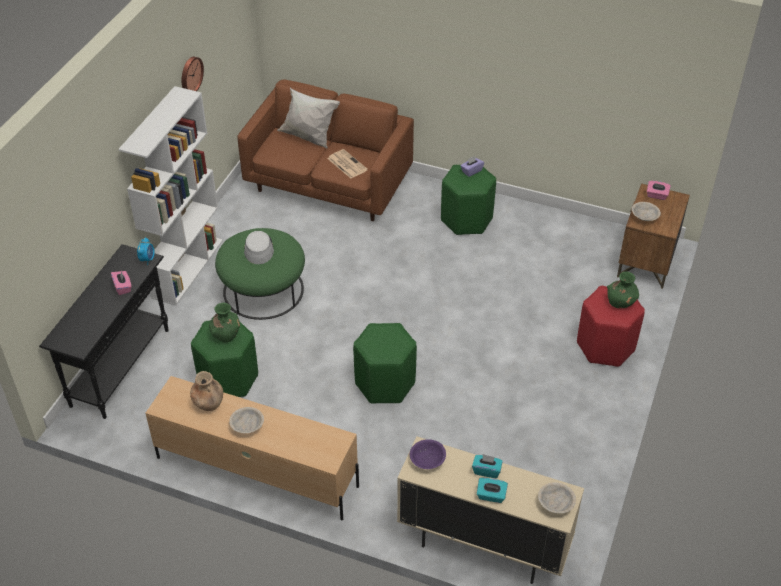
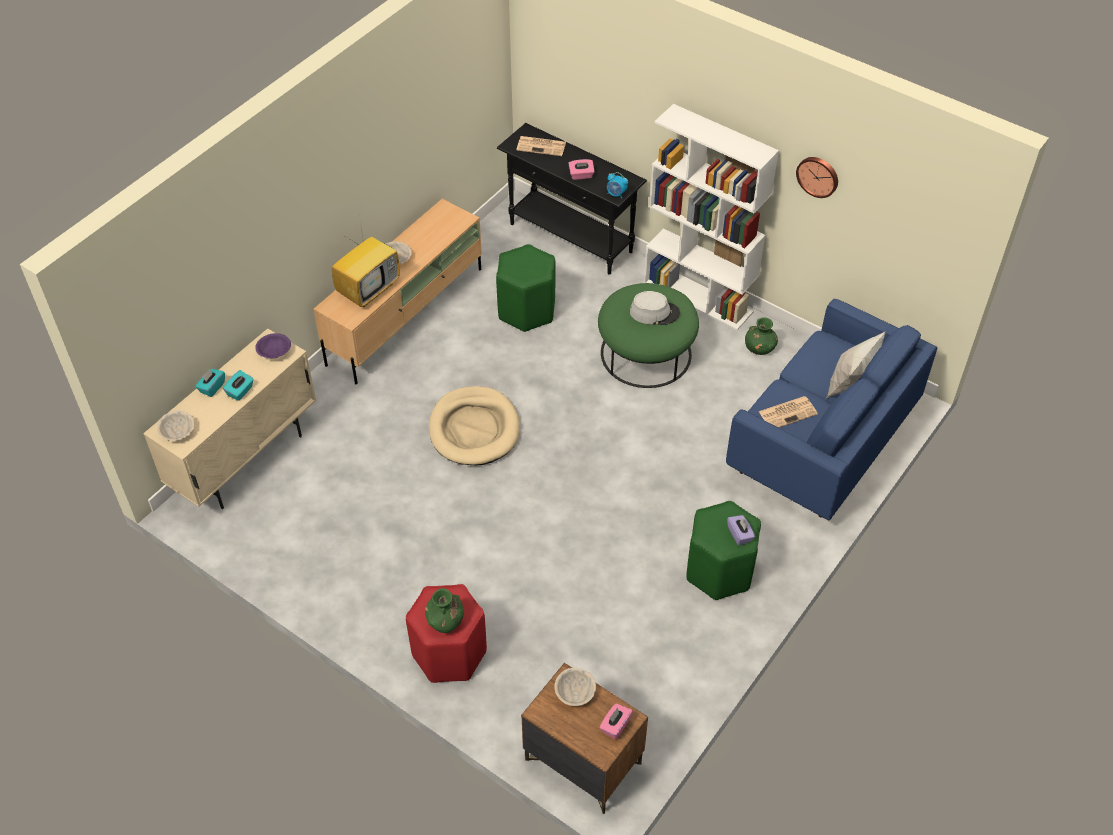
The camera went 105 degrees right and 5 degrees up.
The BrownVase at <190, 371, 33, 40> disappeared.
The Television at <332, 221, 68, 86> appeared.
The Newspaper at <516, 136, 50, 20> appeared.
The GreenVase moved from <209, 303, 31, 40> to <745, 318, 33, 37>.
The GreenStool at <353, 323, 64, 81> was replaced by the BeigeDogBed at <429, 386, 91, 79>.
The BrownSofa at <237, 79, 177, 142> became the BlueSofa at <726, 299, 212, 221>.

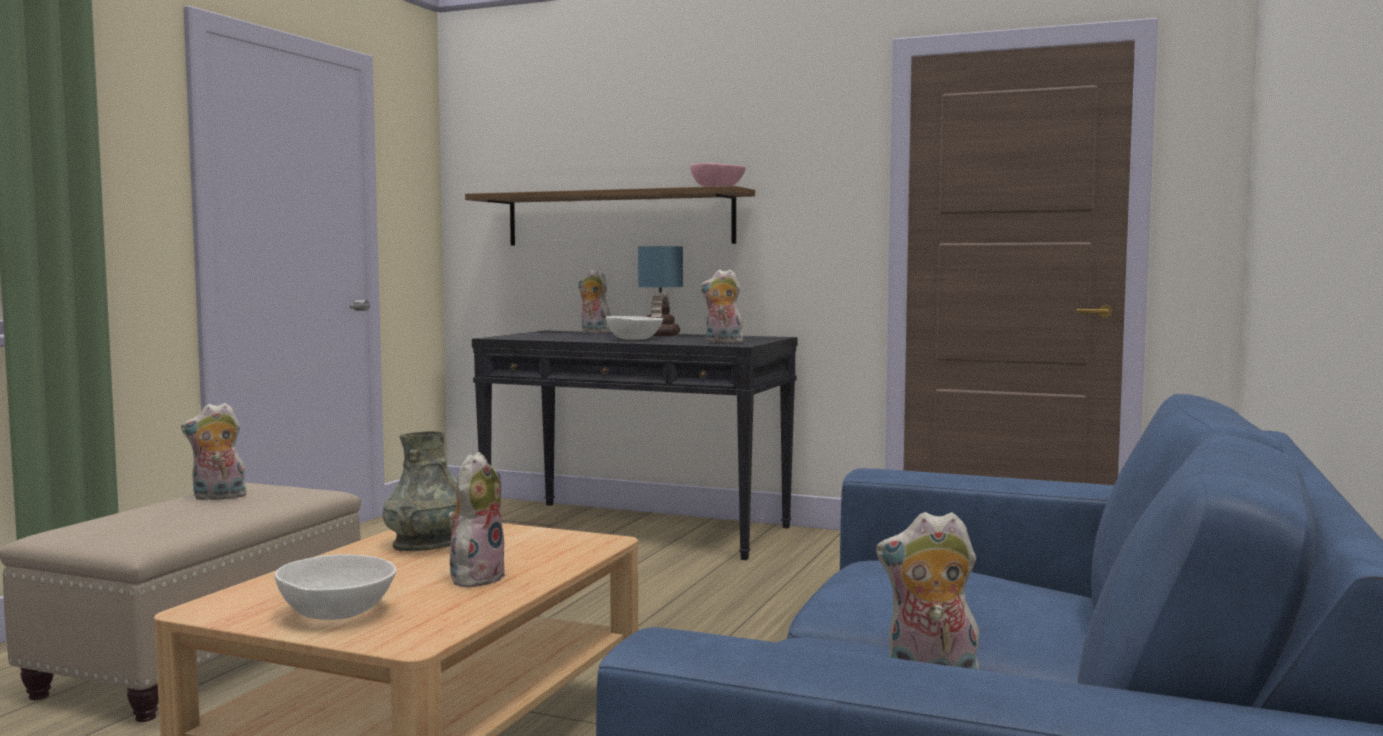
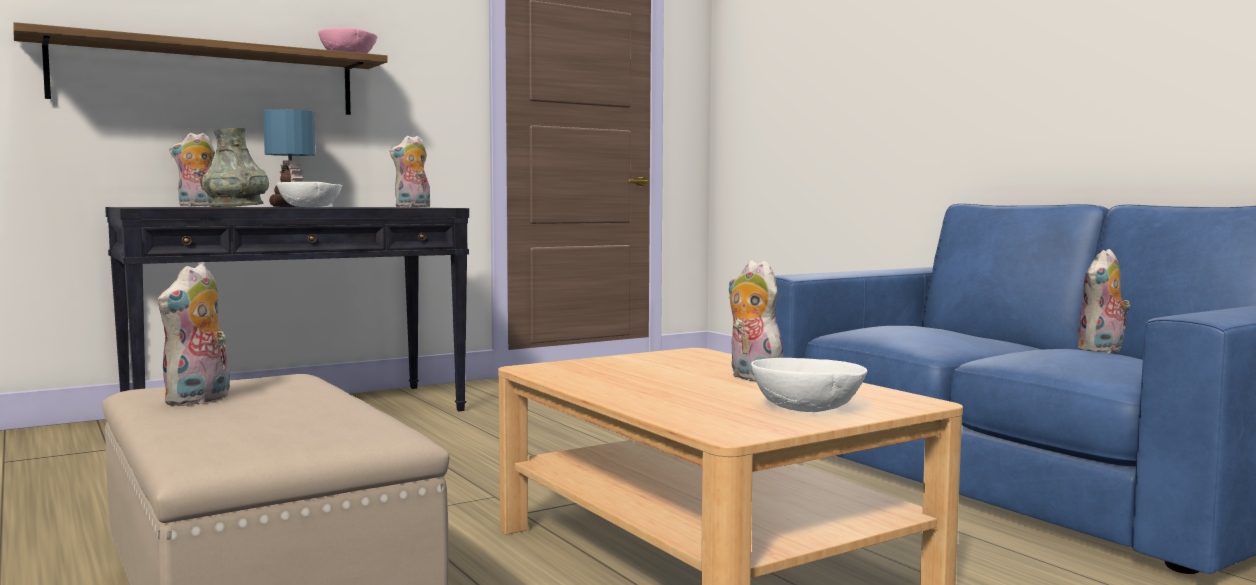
The camera went 55 degrees left and 0 degrees up.
The GreyVase moved from <382, 431, 75, 120> to <202, 128, 67, 79>.

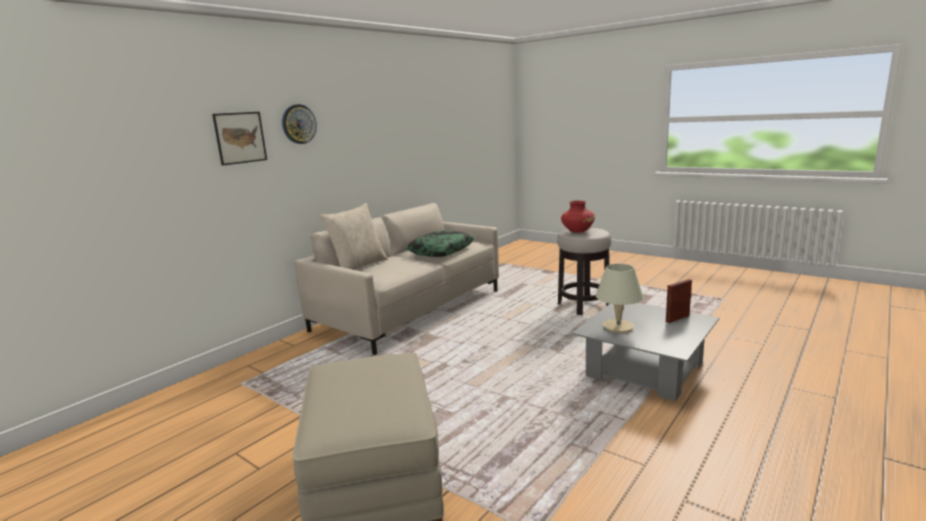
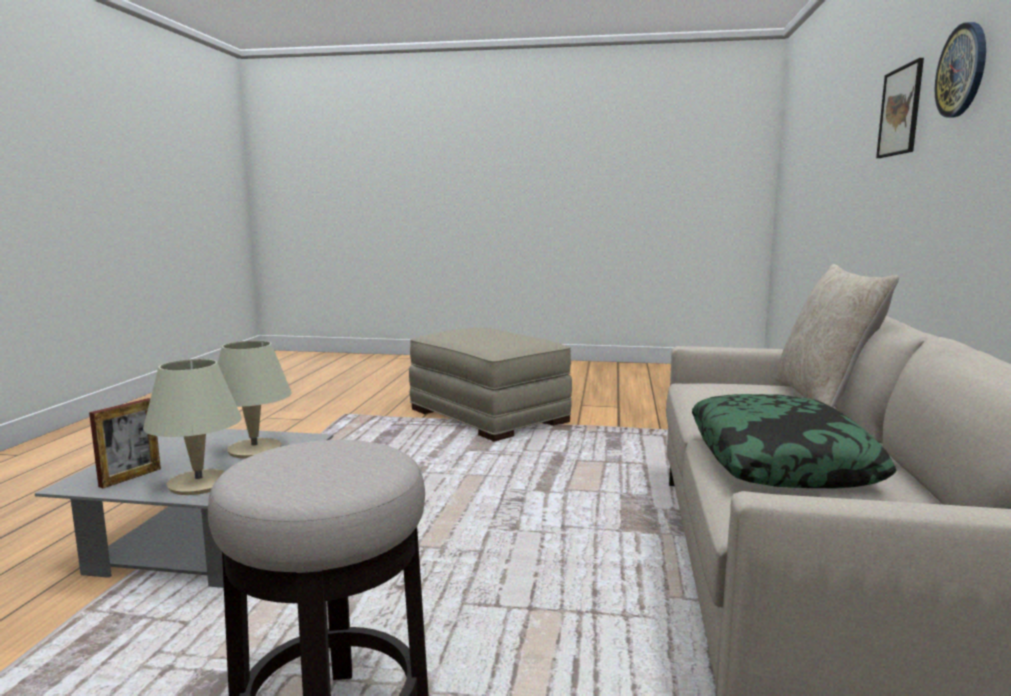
The camera went 150 degrees right and 5 degrees down.
The RedVase at <561, 200, 34, 33> disappeared.
The BeigeTableLamp at <143, 359, 99, 136> appeared.

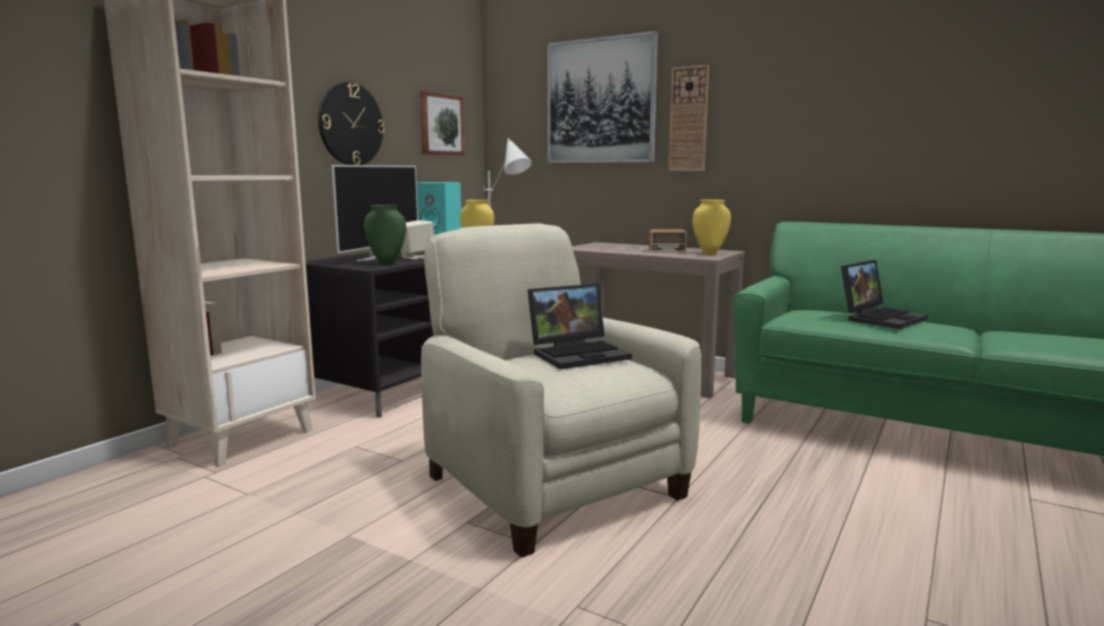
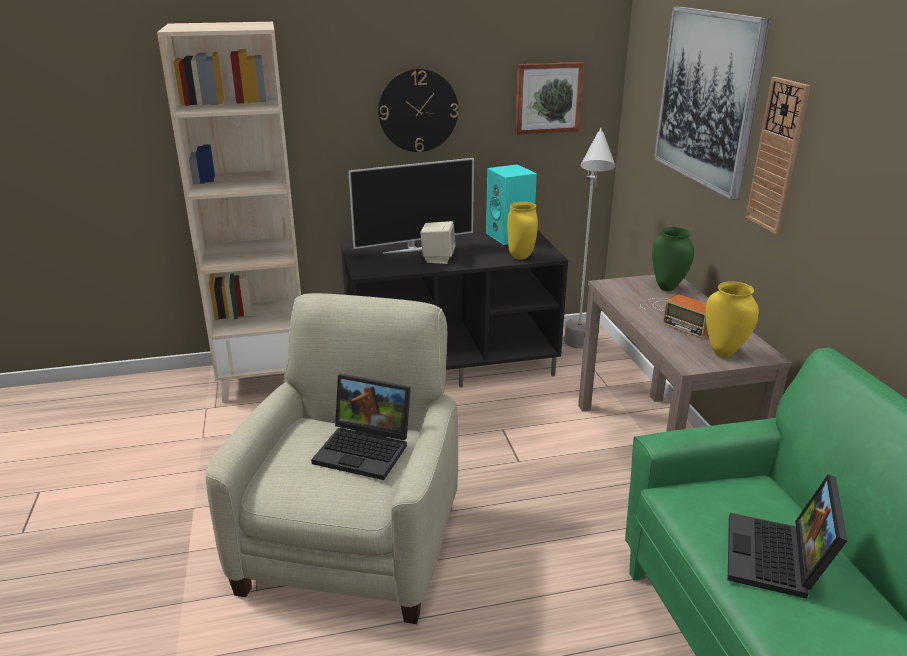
The camera went 45 degrees right and 15 degrees up.
The GreenVase moved from <364, 205, 42, 60> to <652, 227, 42, 64>.
The Laptop at <841, 260, 87, 69> turned 105 degrees clockwise.

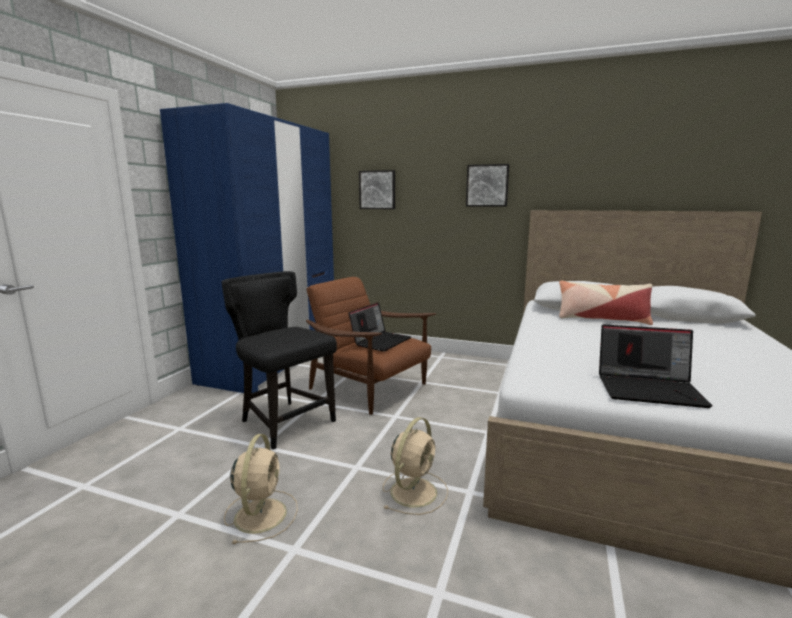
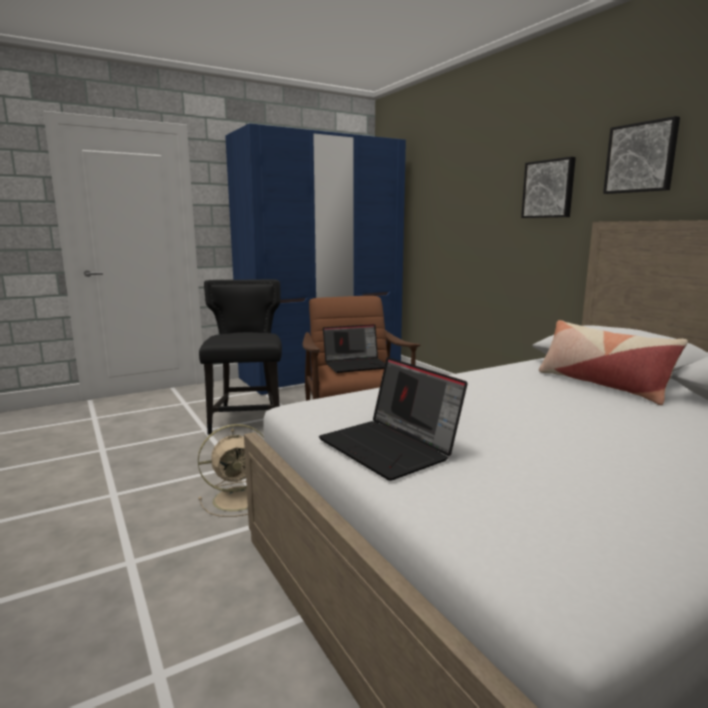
The camera went 40 degrees right and 0 degrees up.
The BeigeFan at <224, 434, 74, 110> disappeared.
The Picture moved from <359, 170, 36, 39> to <603, 116, 77, 78>.

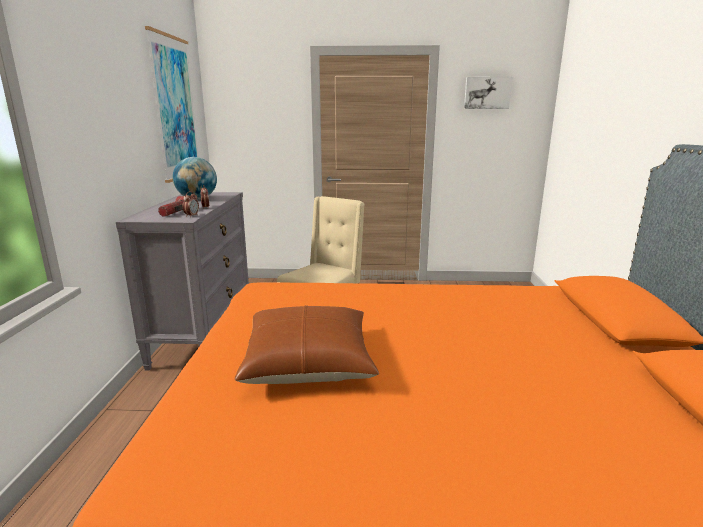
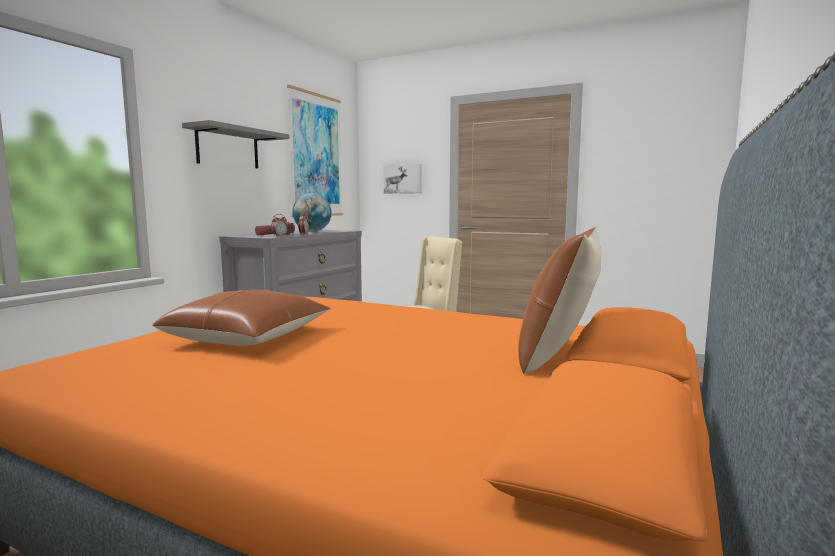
The camera went 25 degrees right and 10 degrees down.
The GreyShelf at <182, 120, 108, 49> appeared.
The BrownPillow at <518, 227, 83, 147> appeared.
The Picture moved from <464, 77, 48, 32> to <383, 164, 38, 30>.

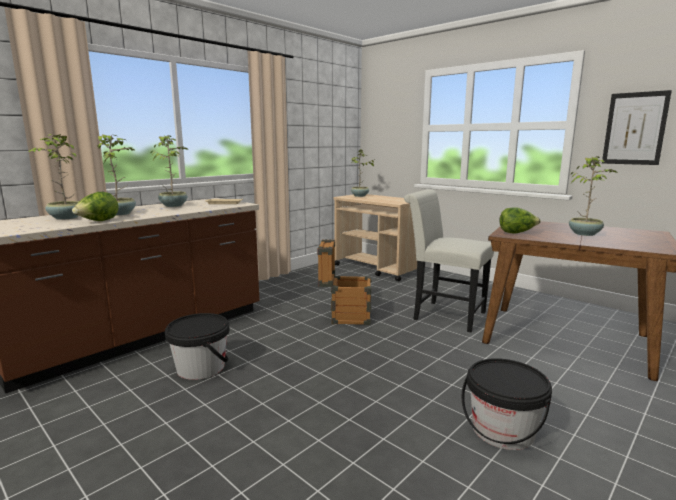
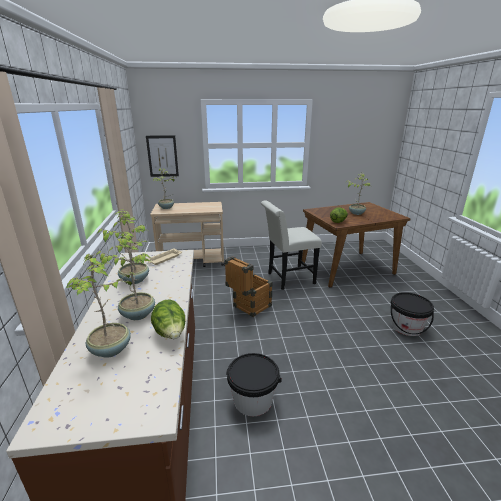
The camera went 50 degrees left and 10 degrees up.
The Picture moved from <602, 90, 70, 75> to <146, 135, 33, 42>.

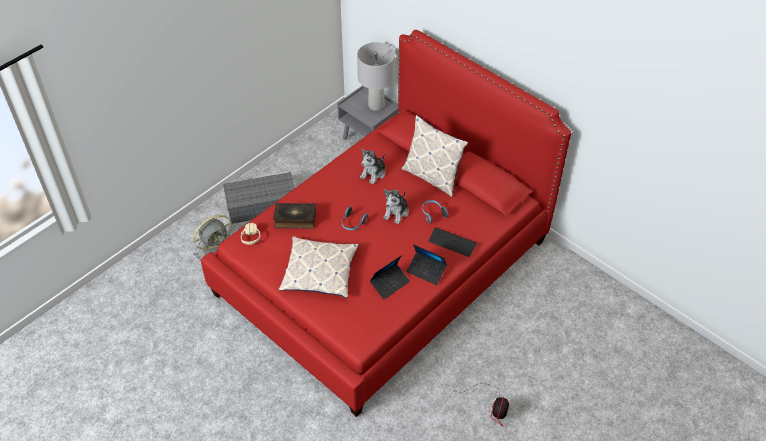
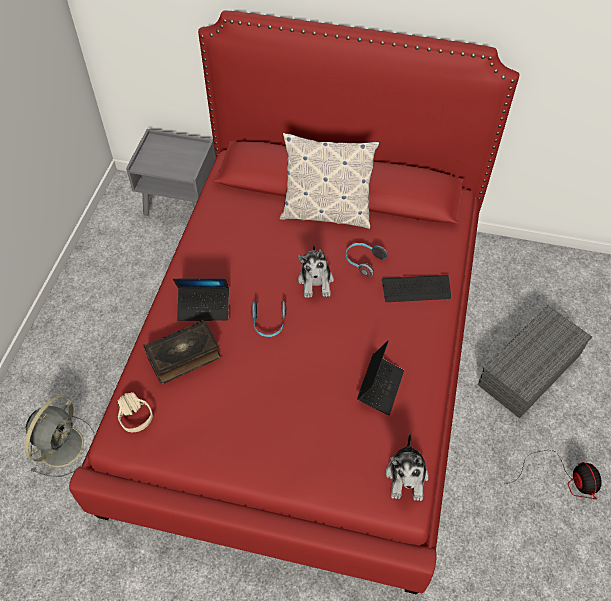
The camera went 30 degrees left and 5 degrees up.
The Pillow at <279, 236, 80, 62> disappeared.
The GreyTableLamp at <357, 42, 38, 69> disappeared.
The GreyStorageBox moved from <223, 172, 72, 52> to <478, 306, 114, 113>.
The PlushToy moved from <360, 149, 26, 35> to <386, 433, 43, 68>.
The Laptop moved from <406, 244, 41, 41> to <173, 278, 56, 43>.

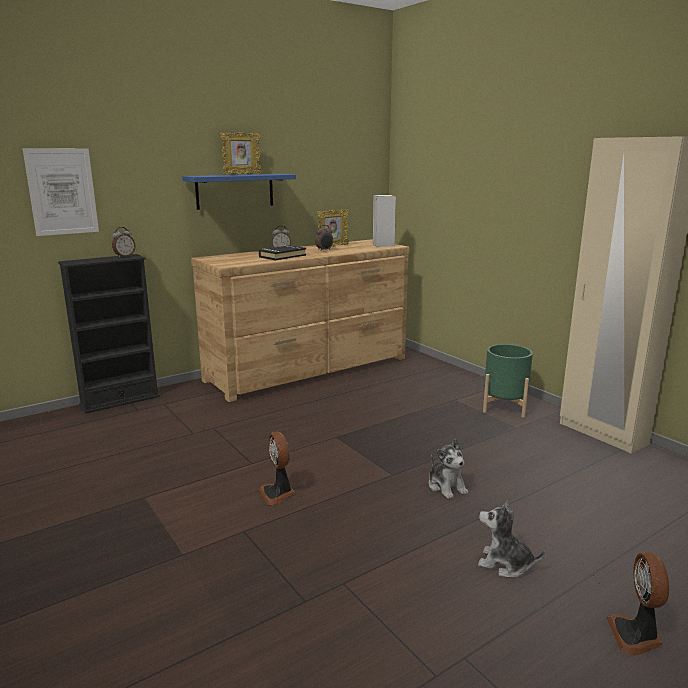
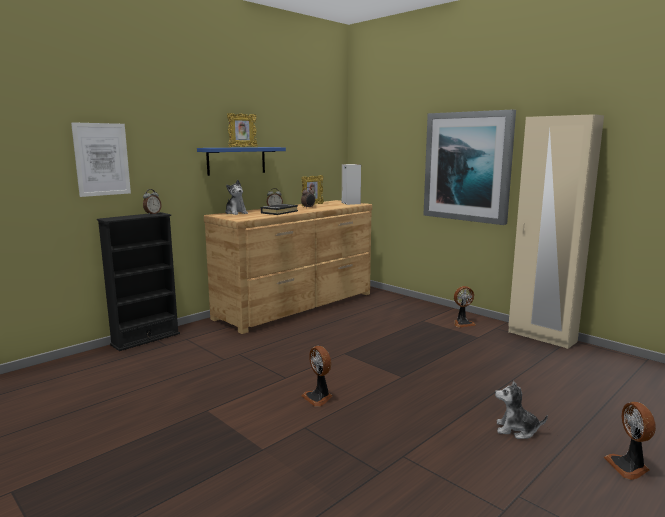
The camera went 10 degrees left and 5 degrees down.
The Picture at <423, 110, 93, 115> appeared.
The PlushToy moved from <428, 439, 40, 60> to <225, 180, 23, 35>.
The GreenPlanter at <483, 344, 50, 74> was replaced by the Fan at <454, 286, 22, 41>.

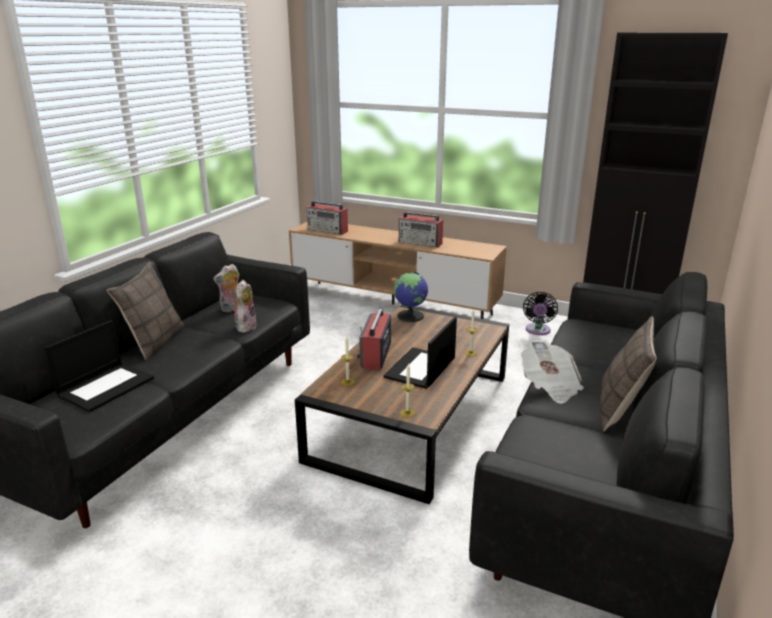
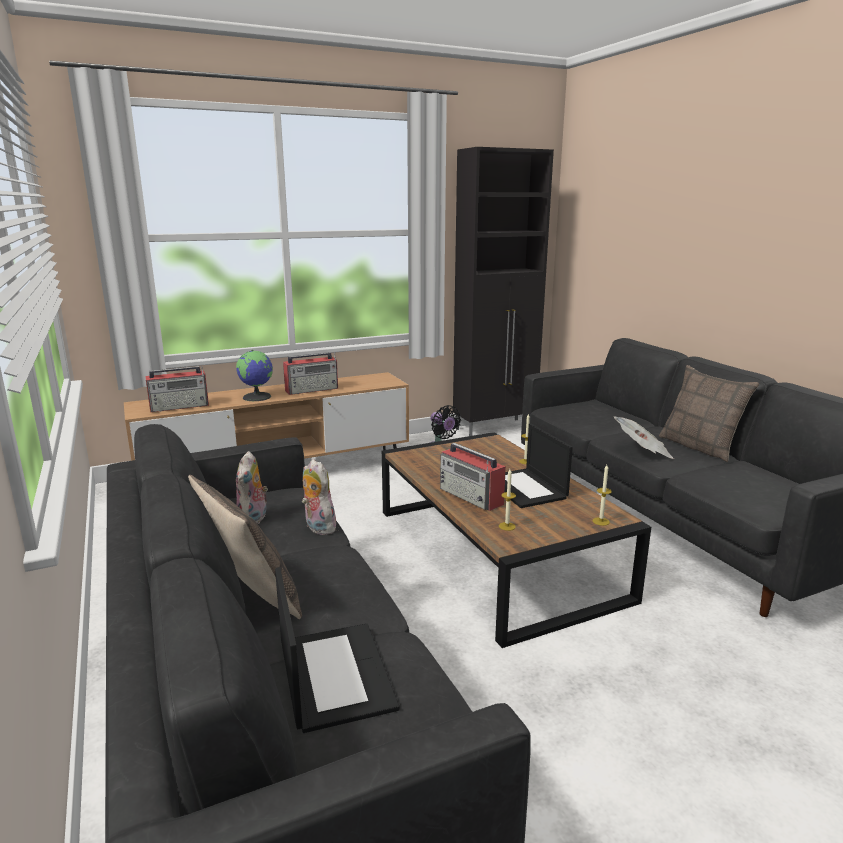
The camera went 50 degrees left and 5 degrees down.
The Globe moved from <394, 272, 34, 50> to <236, 350, 37, 51>.

